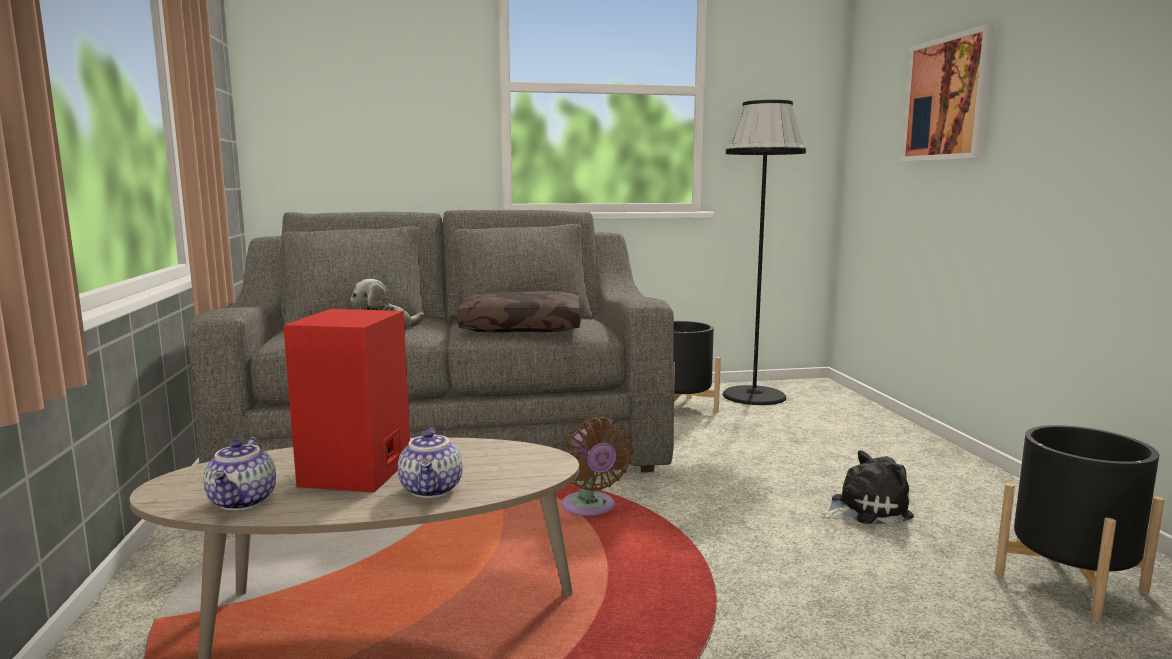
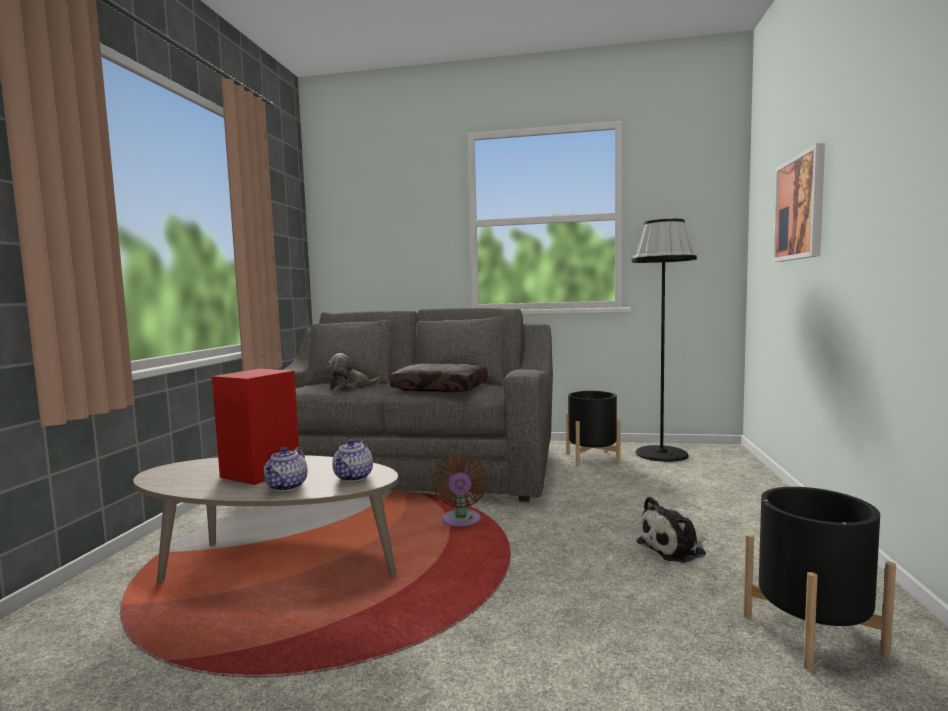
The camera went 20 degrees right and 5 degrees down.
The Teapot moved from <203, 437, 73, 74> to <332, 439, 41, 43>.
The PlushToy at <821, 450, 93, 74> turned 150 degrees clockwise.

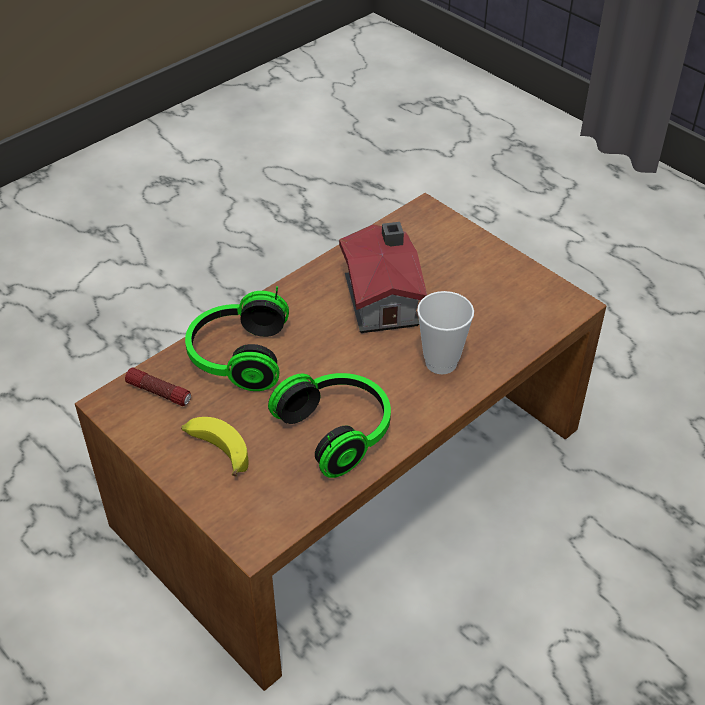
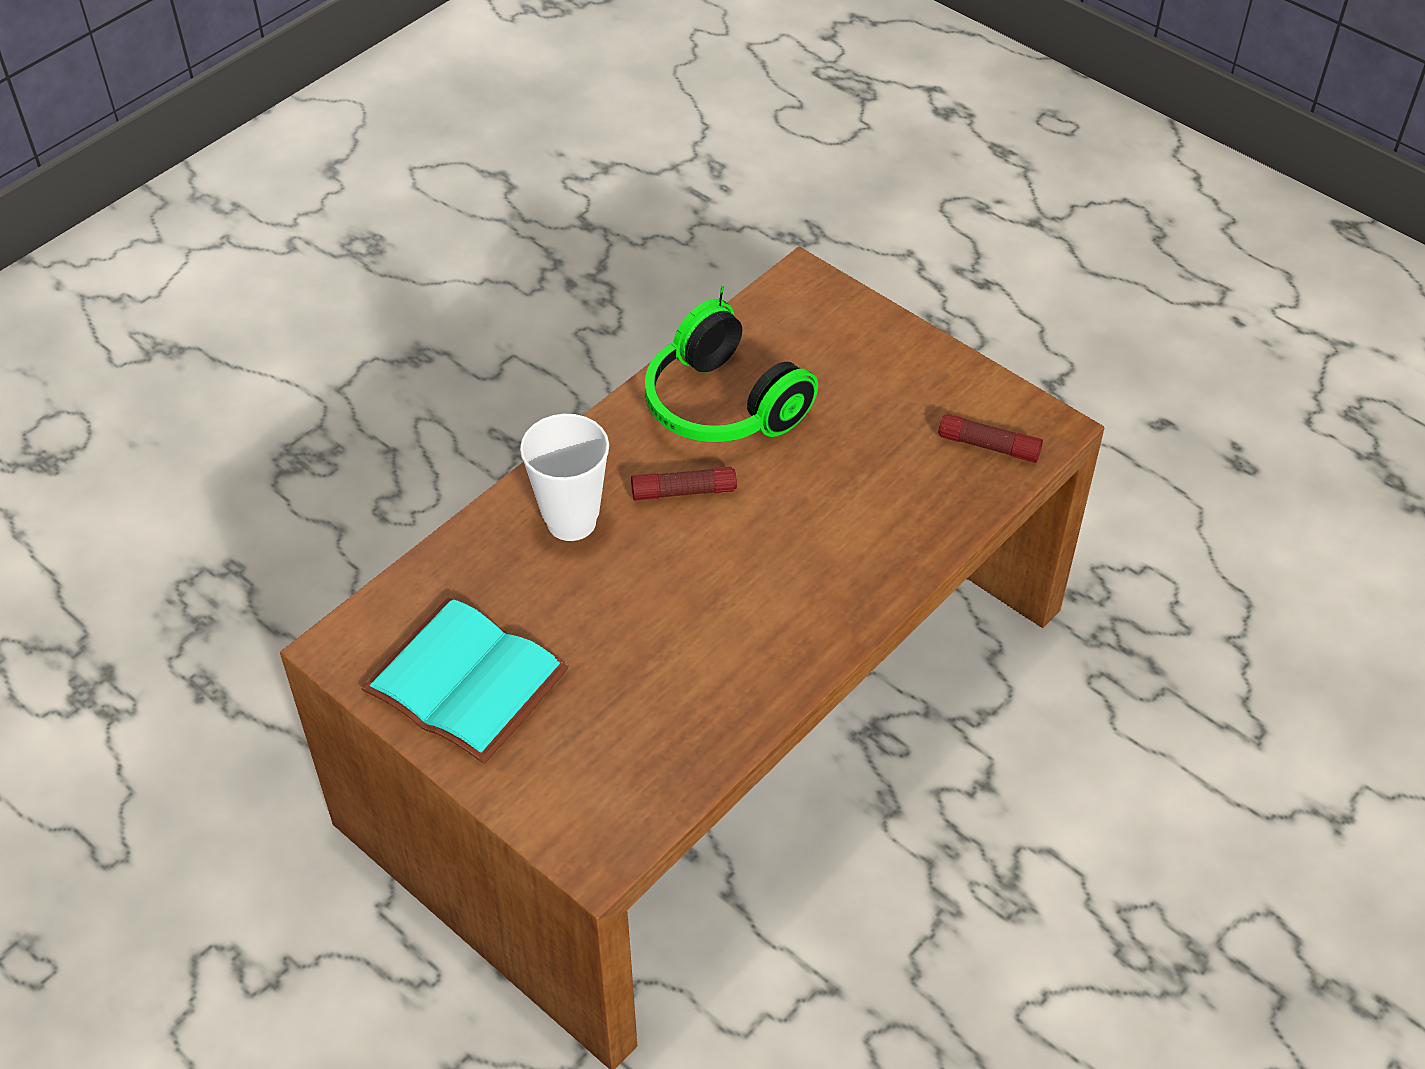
The camera went 175 degrees right and 5 degrees up.
The Banana at <181, 417, 68, 59> disappeared.
The Headphones at <185, 286, 104, 105> disappeared.
The ToyHouse at <339, 222, 88, 111> disappeared.
The TurquoiseBook at <361, 598, 208, 166> appeared.
The Flashlight at <631, 467, 106, 34> appeared.

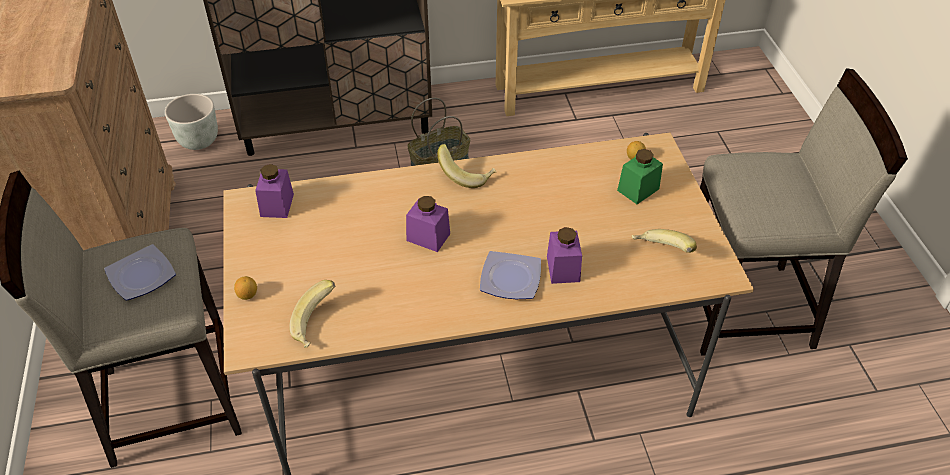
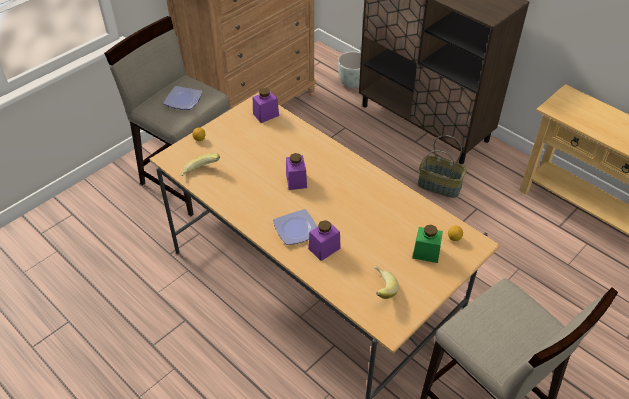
The camera went 55 degrees right and 0 degrees up.
The Banana at <437, 144, 59, 44> disappeared.

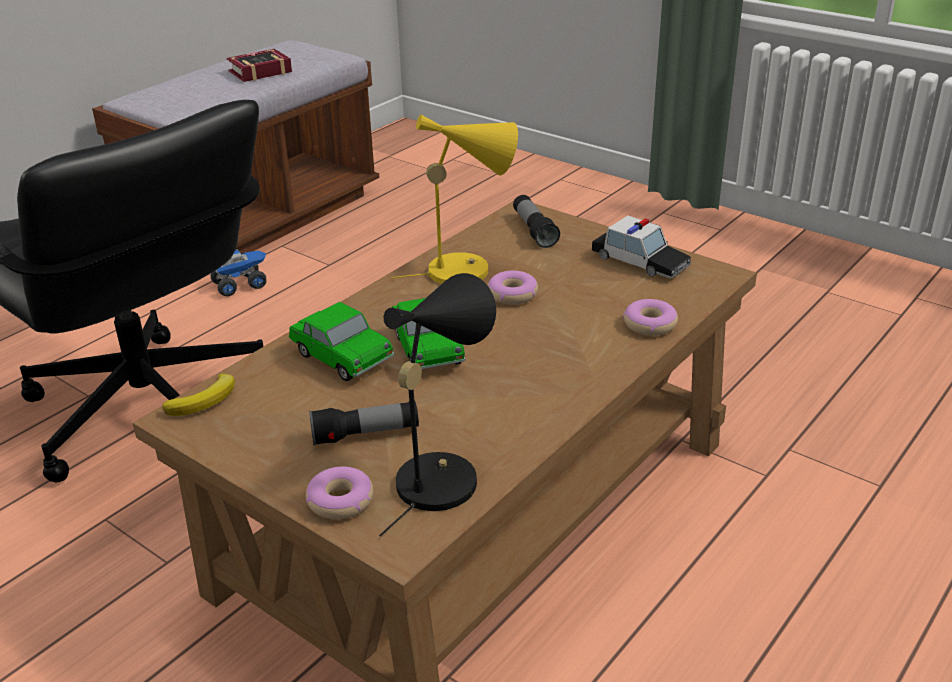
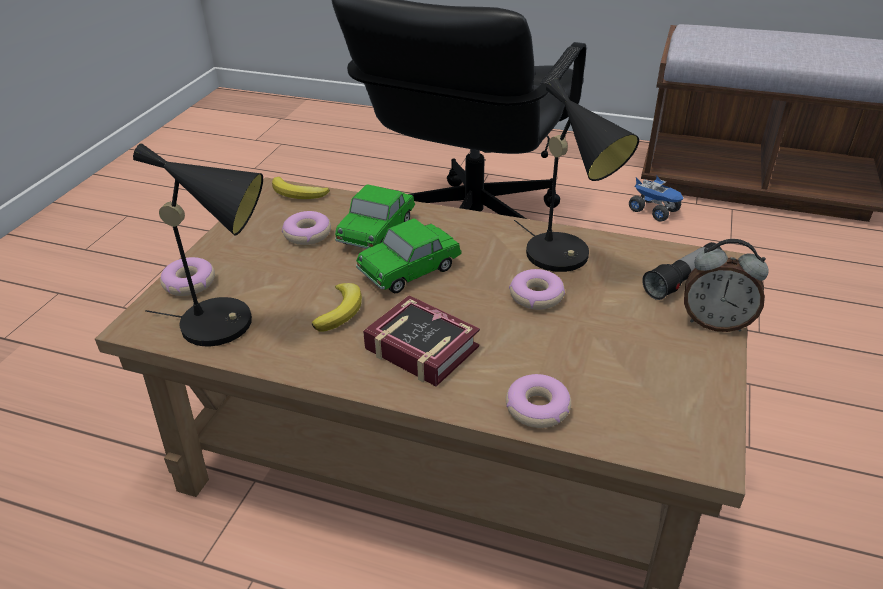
The camera went 70 degrees right and 5 degrees up.
The Flashlight at <309, 402, 110, 44> disappeared.
The ToyCar at <592, 216, 99, 63> disappeared.
The Donut at <282, 211, 49, 34> appeared.
The Banana at <312, 283, 50, 48> appeared.
The AlarmClock at <684, 239, 85, 93> appeared.
The Book moved from <227, 49, 65, 33> to <363, 295, 117, 91>.
The YellowTableLamp at <391, 115, 127, 169> became the BlackTableLamp at <514, 78, 125, 194>.

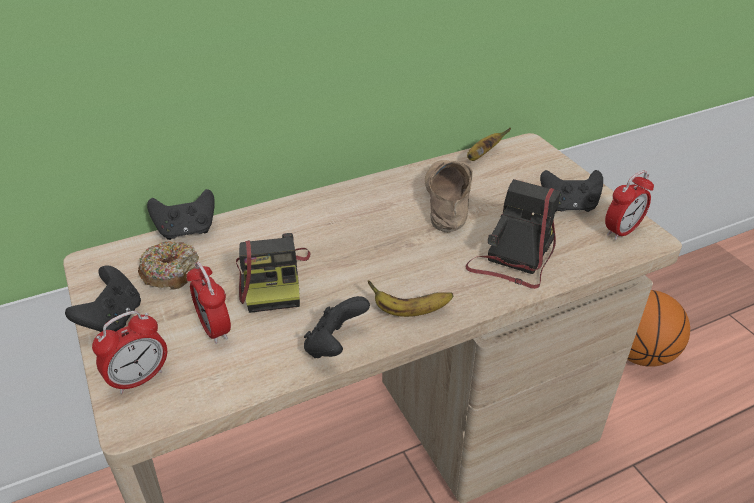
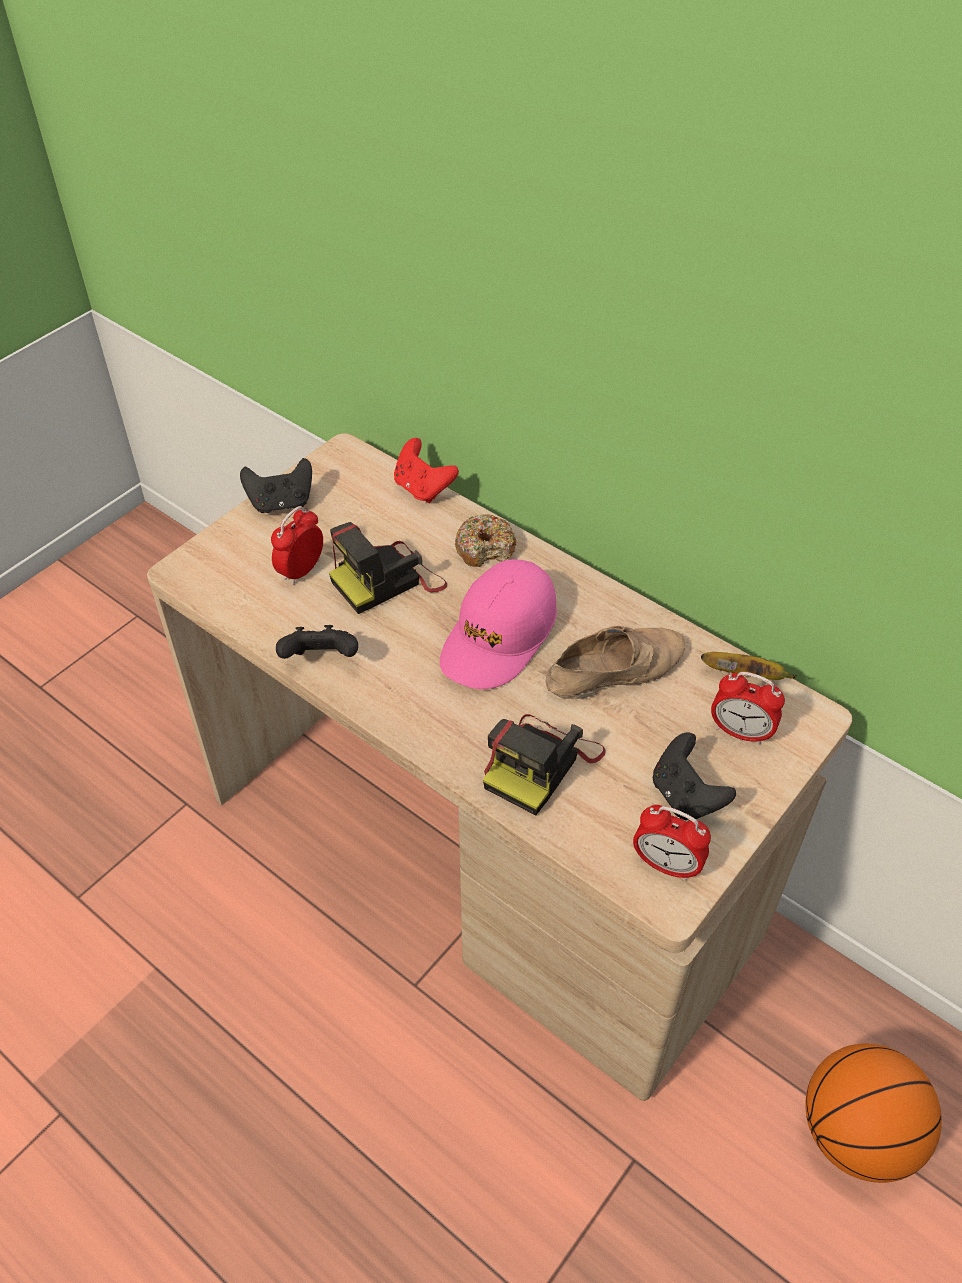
The camera went 65 degrees right and 10 degrees up.
The Banana at <368, 281, 85, 36> disappeared.
The PinkCap at <440, 559, 117, 130> appeared.
The AlarmClock moved from <92, 311, 75, 83> to <711, 672, 74, 73>.
The Donut moved from <138, 241, 61, 49> to <455, 514, 61, 53>.
The BlackGameController at <147, 189, 68, 51> became the RedGameController at <394, 438, 65, 65>.
The PhotoCamera at <466, 179, 95, 110> turned 120 degrees clockwise.

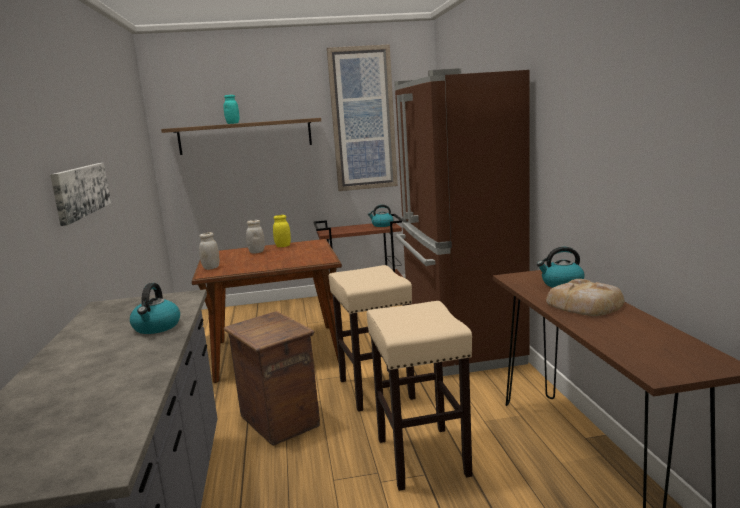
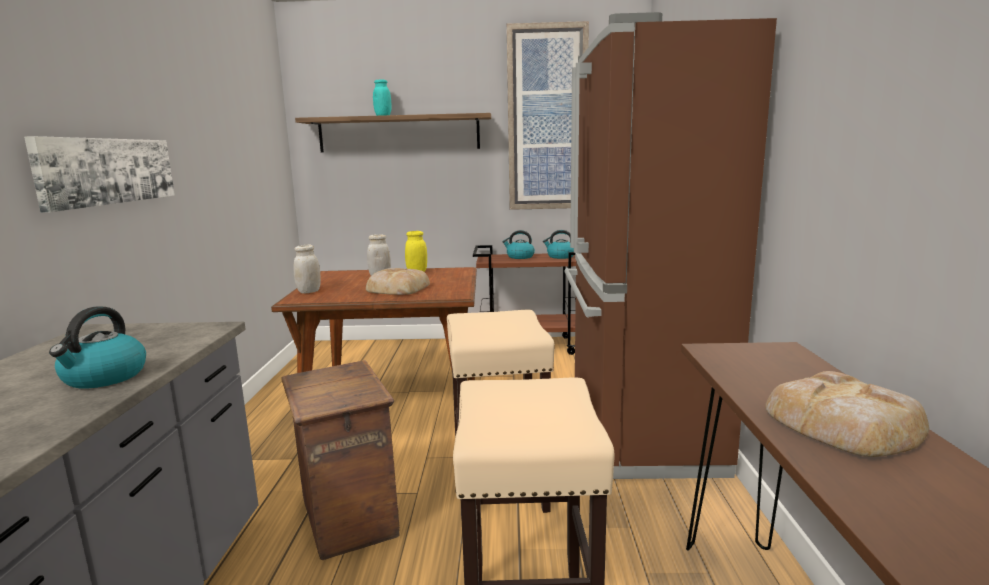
The camera went 10 degrees right and 0 degrees up.
The Bread at <366, 268, 64, 27> appeared.
The Kettle moved from <537, 247, 47, 41> to <502, 230, 33, 29>.

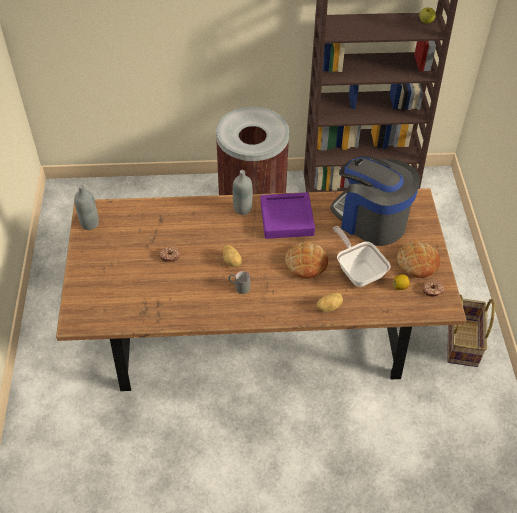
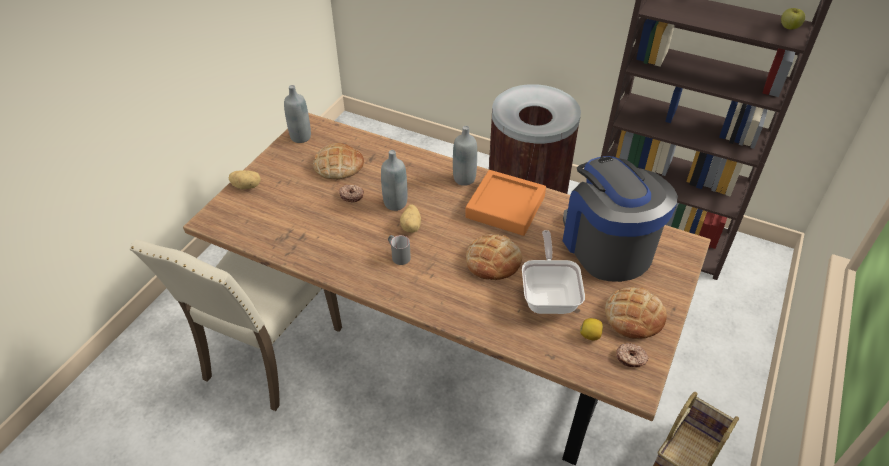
The camera went 30 degrees right and 5 degrees down.
The BeigeChair at <130, 240, 212, 171> appeared.
The Bread at <313, 143, 51, 36> appeared.
The GreyBottle at <381, 150, 26, 61> appeared.
The Potato moved from <317, 292, 26, 20> to <229, 170, 32, 19>.
The PurpleTray at <260, 192, 55, 47> became the OrangeTray at <465, 170, 81, 66>.

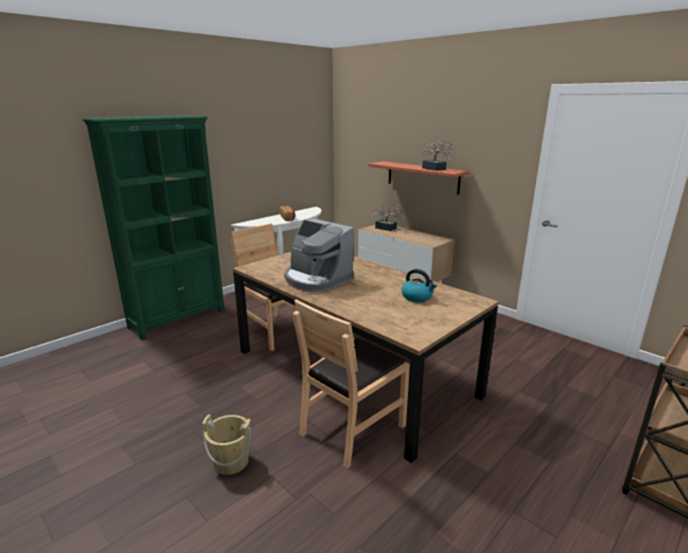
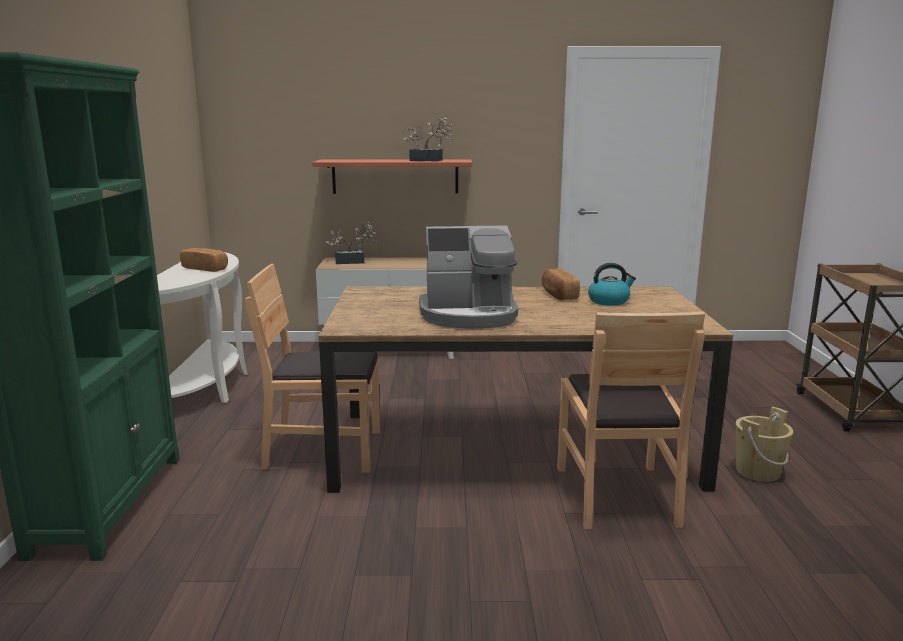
The camera went 45 degrees left and 5 degrees down.
The Bread at <542, 268, 38, 32> appeared.
The BeigeBucket moved from <202, 414, 49, 61> to <736, 406, 57, 76>.

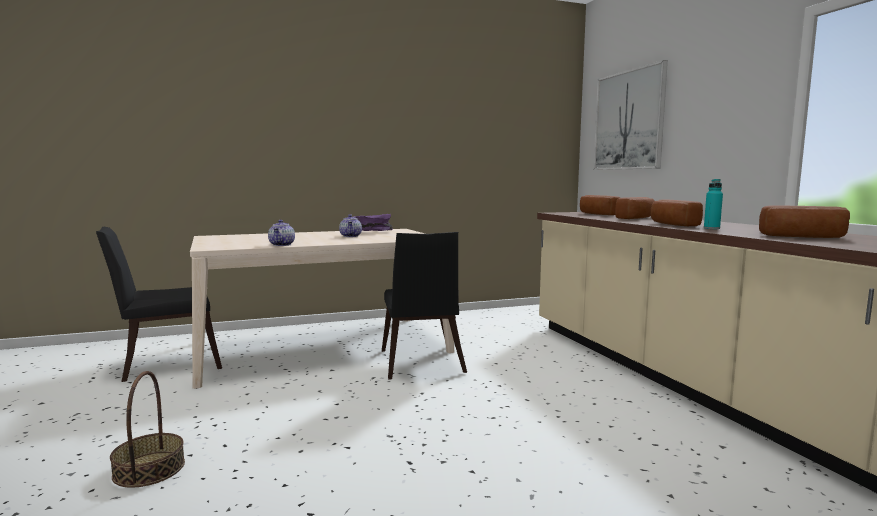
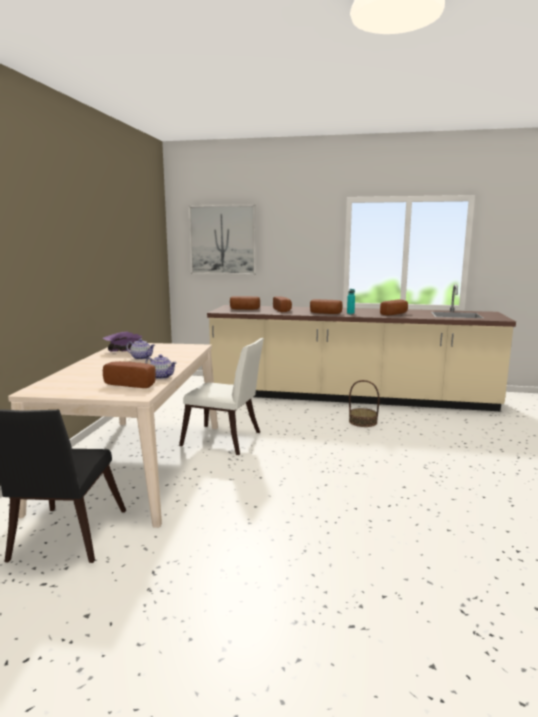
The camera went 60 degrees left and 5 degrees up.
The Bread at <103, 361, 53, 27> appeared.
The Basket moved from <110, 371, 75, 117> to <349, 380, 31, 47>.
The BlackChair at <382, 232, 85, 147> became the WhiteChair at <179, 338, 85, 117>.

